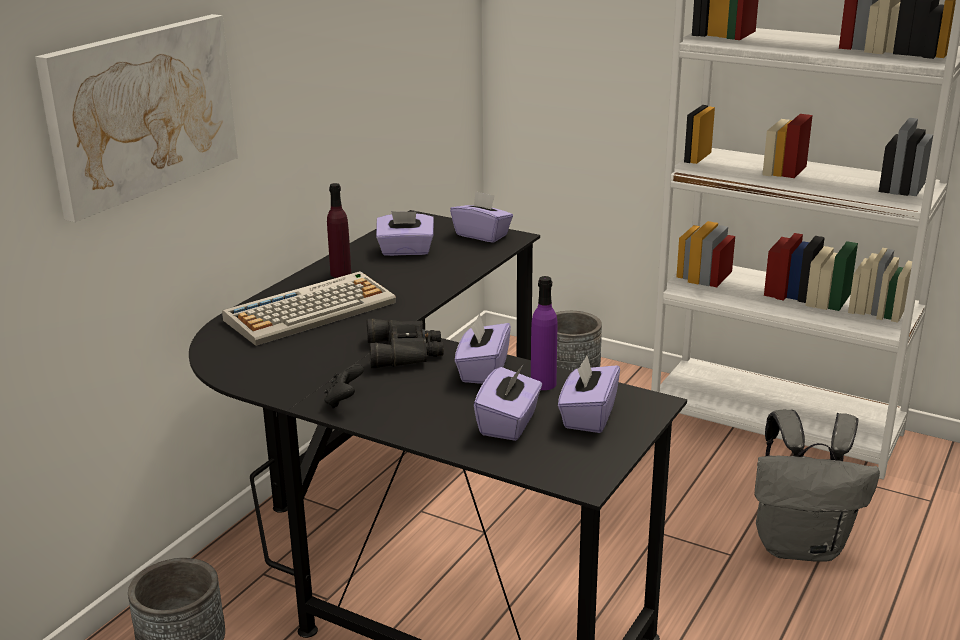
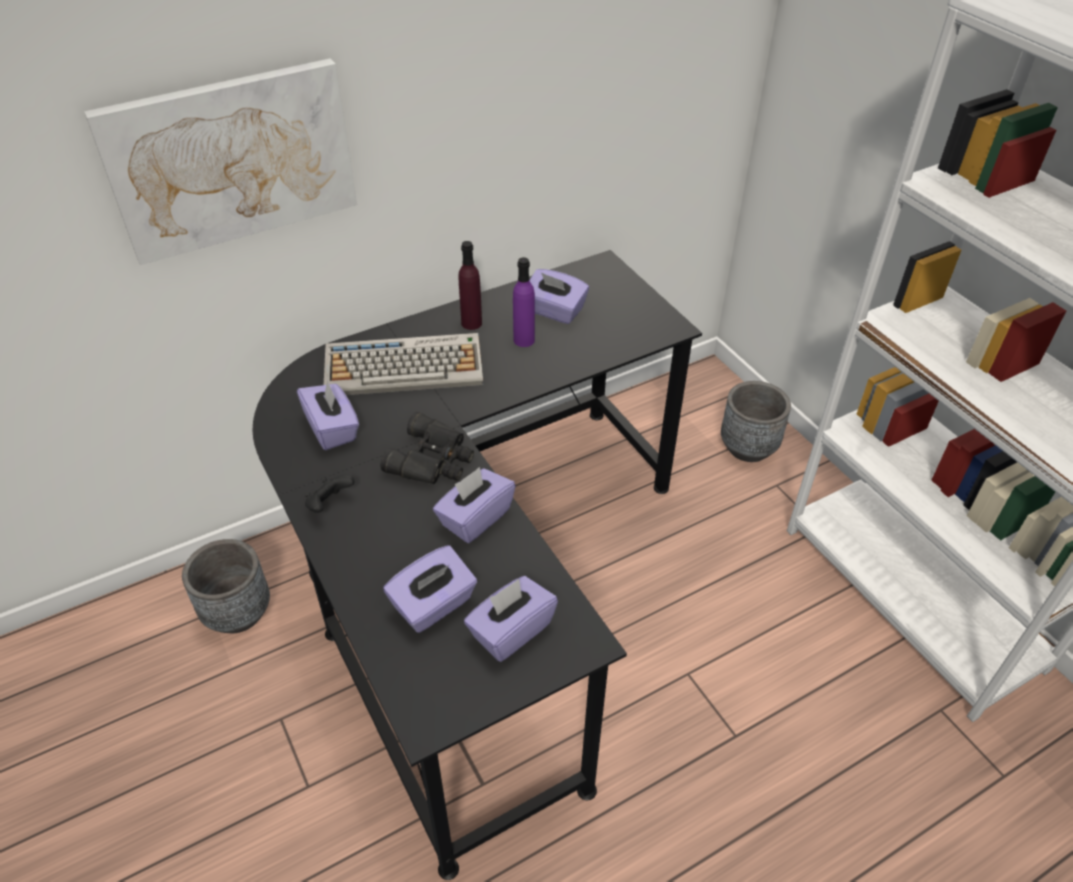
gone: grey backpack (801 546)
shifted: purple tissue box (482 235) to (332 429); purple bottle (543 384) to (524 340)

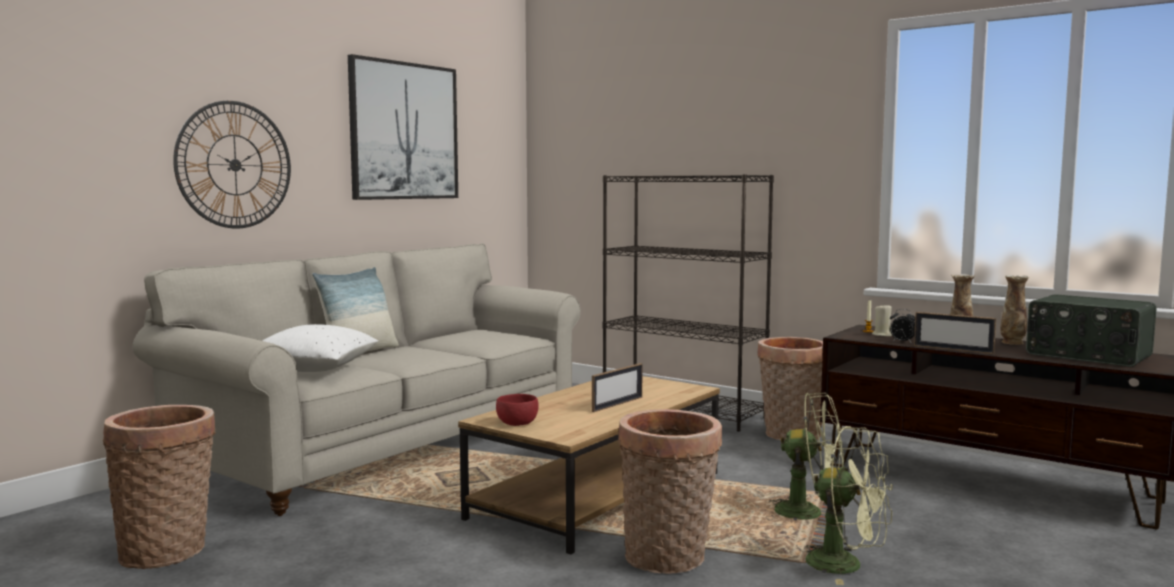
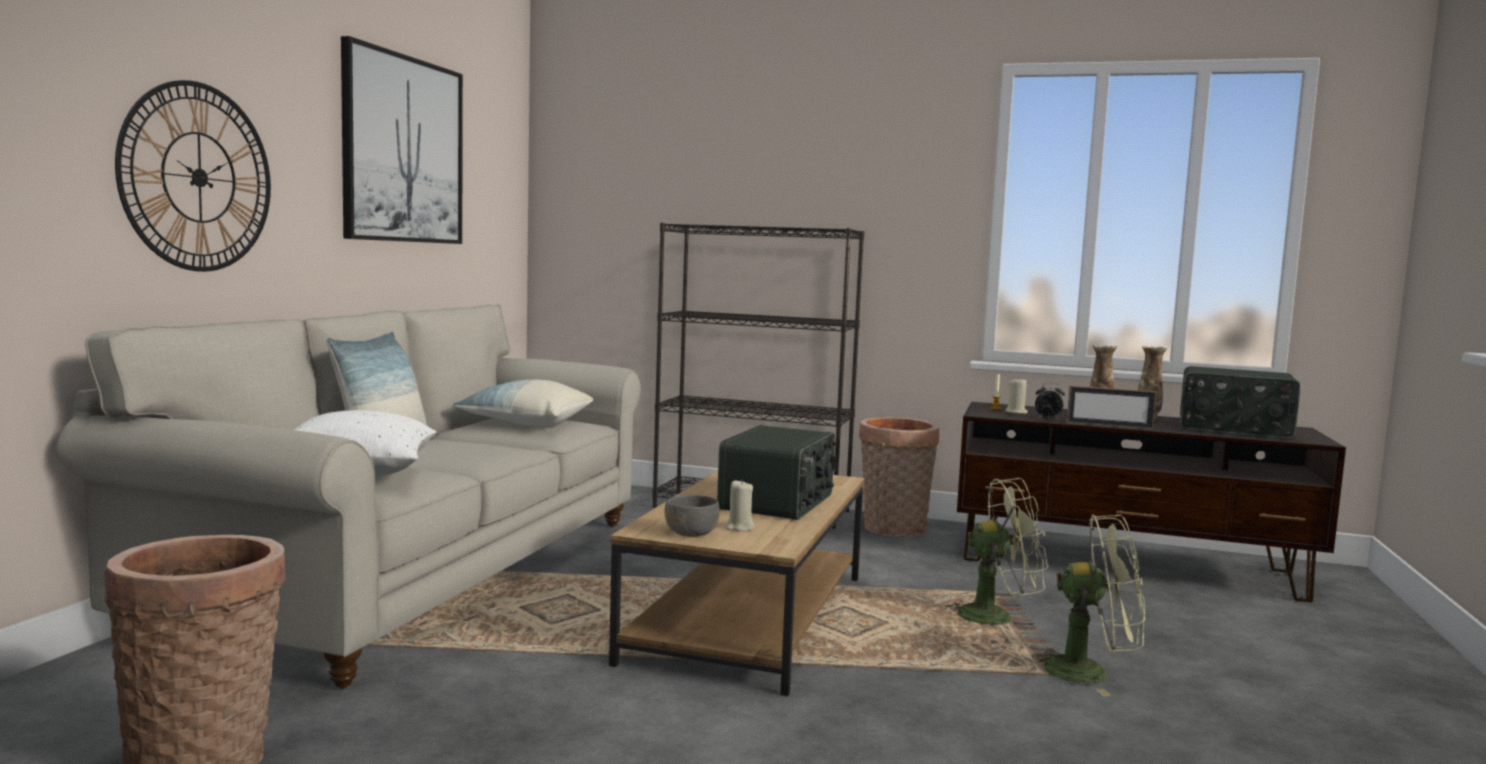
gone: basket (668 559)
new: pillow (525 423); beige candle (739 528)
swapped: picture frame (617 404) to radio (779 502)
repainted: red bowl (516 423) to grey bowl (690 533)

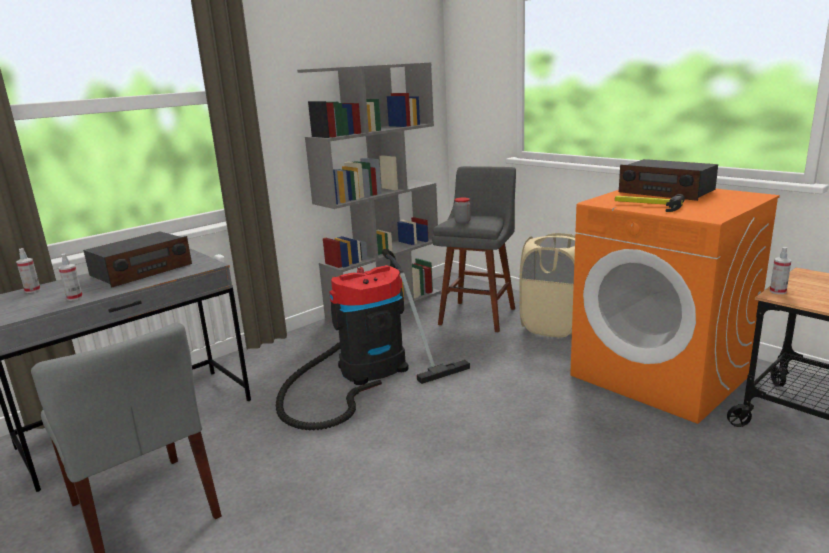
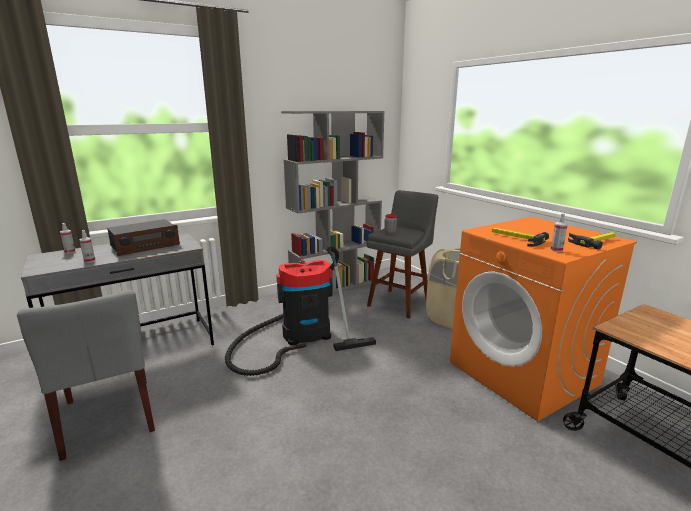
gone: radio (666 191)
new: hammer (594 241)
shifted: spray bottle (777 291) to (556 250)

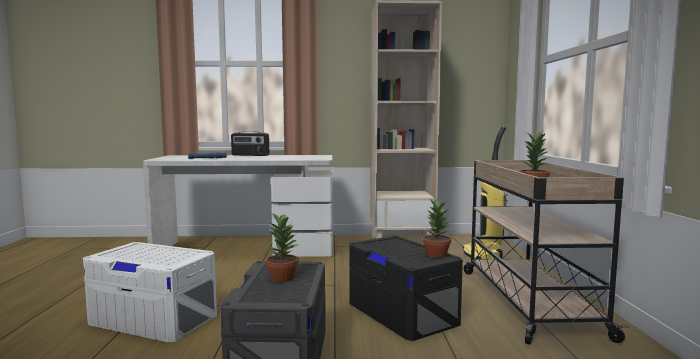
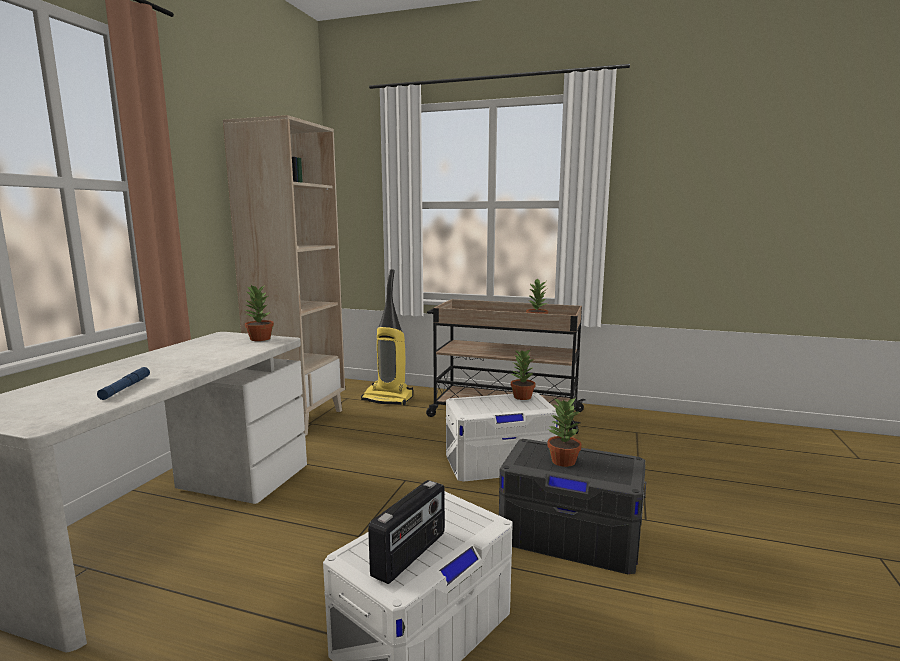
new: potted plant (259 339)
shifted: radio (250 155) to (410 555)
repainted: black storage box (401 312) to white storage box (499 462)

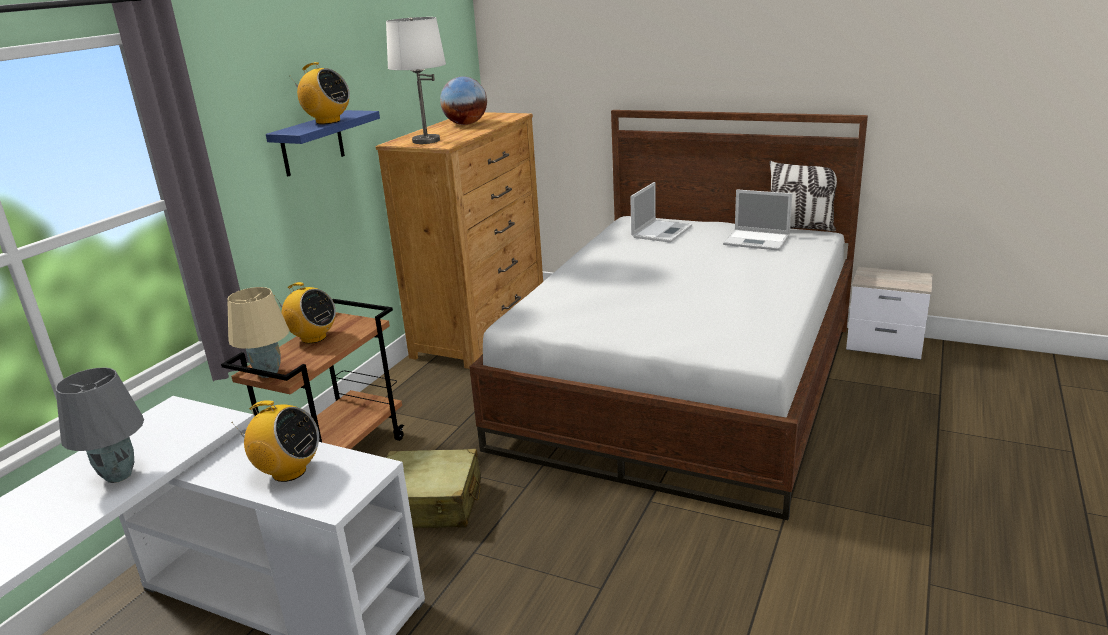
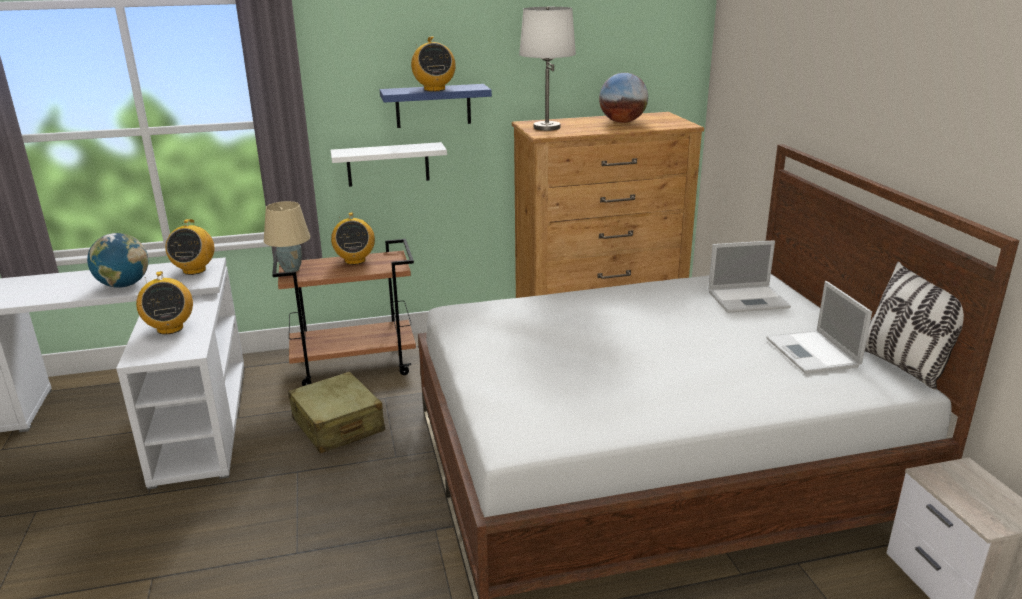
new: radio (194 270); white shelf (388 164)
swapped: grey table lamp (119 475) to globe (124 285)

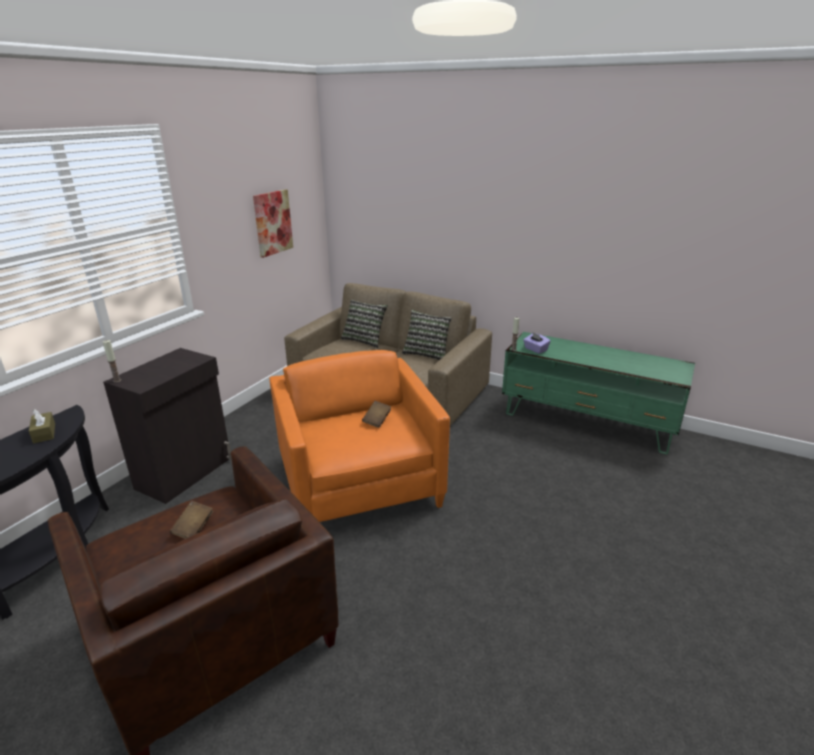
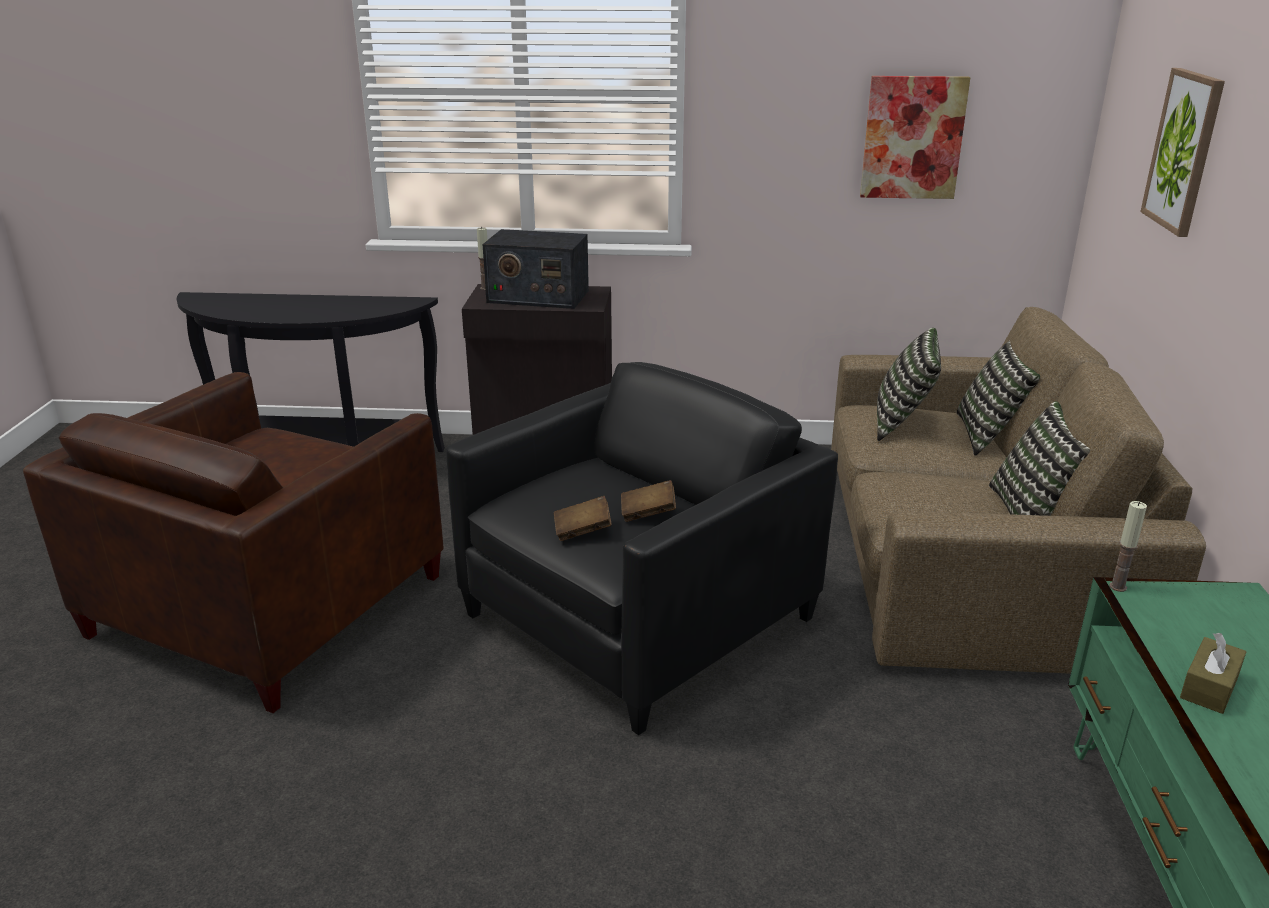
gone: purple tissue box (535 349)
new: radio (537 296); pillow (903 422); picture (1184 151)
shifted: brown tissue box (44 433) to (1209 687); brown book (194 528) to (582 531)
repainted: orange armchair (359 482) to black armchair (639 617)

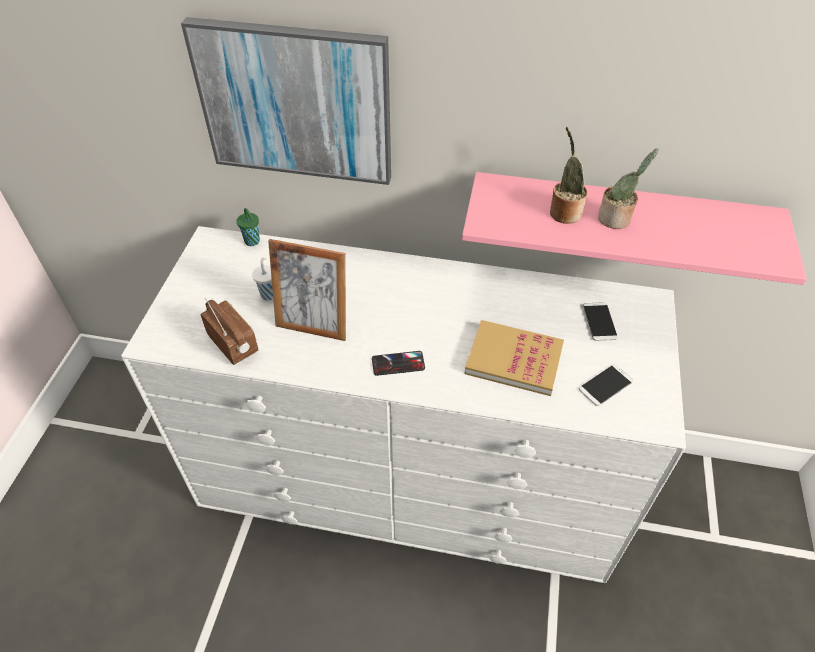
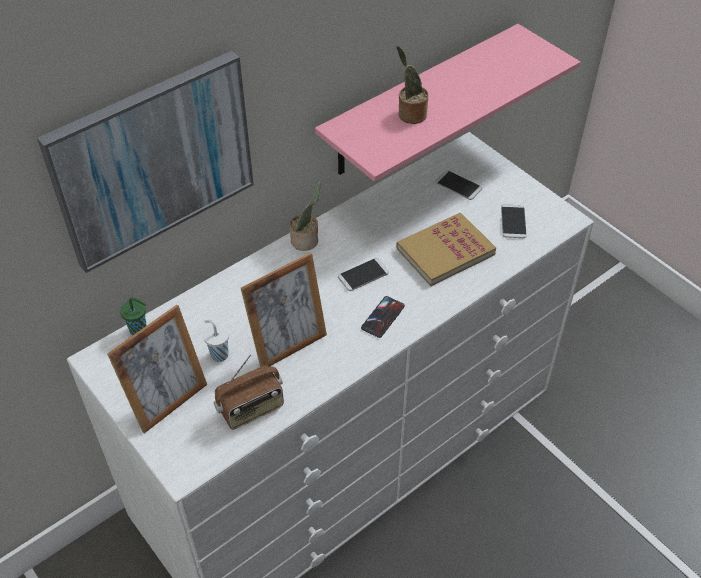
new: picture frame (168 401); phone (363 275)
shifted: potted plant (616 219) to (306 240)
rotated: radio (234 344) = (251 409) 150 degrees clockwise

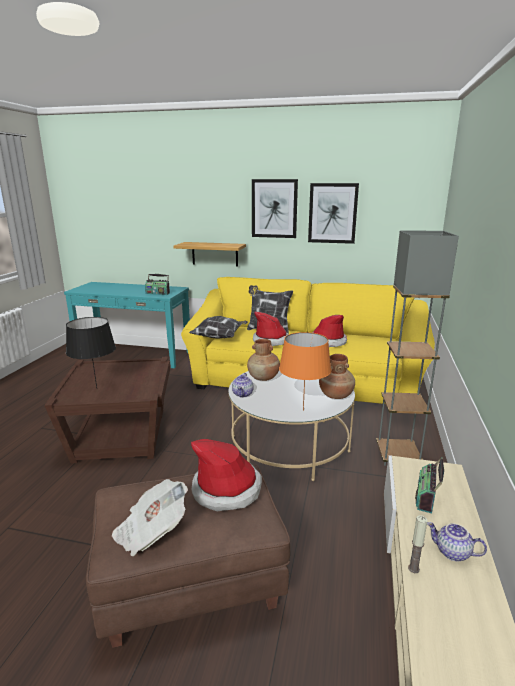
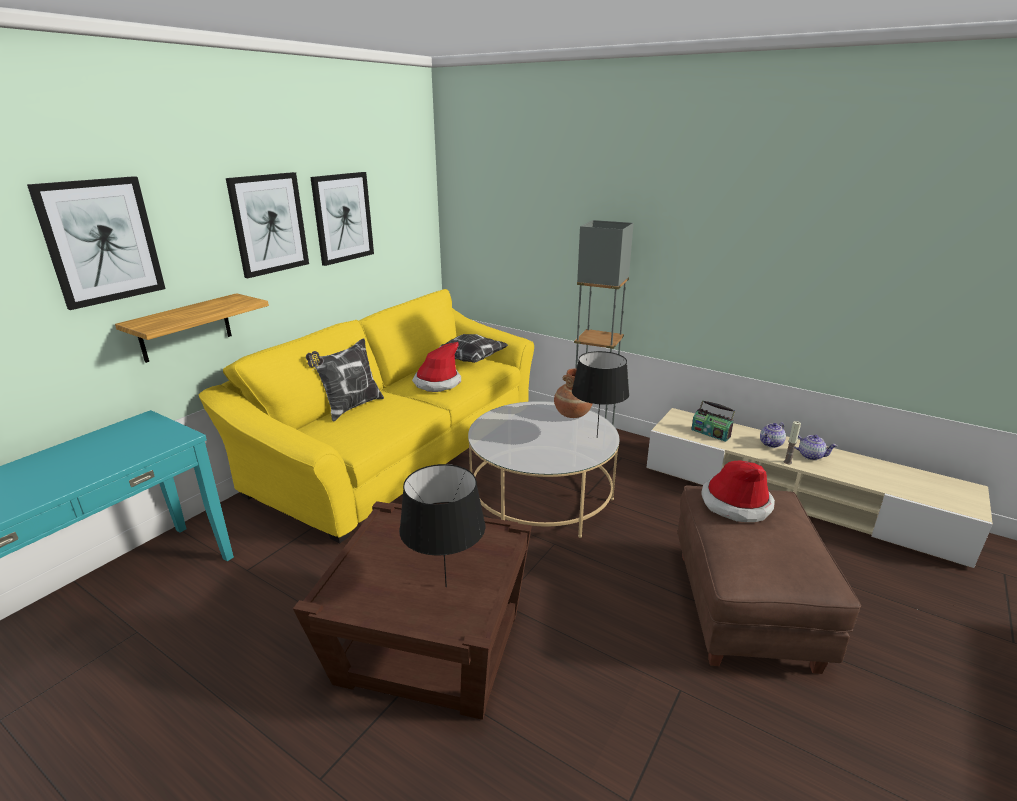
gone: newspaper (151 531); radio (158 293); brown vase (263 378); hat (271 341)
new: picture (101 241)
shifted: pillow (219 337) to (470 359); teapot (243 394) to (810 456)
repainted: orange table lamp (303 410) to black table lamp (597 437)

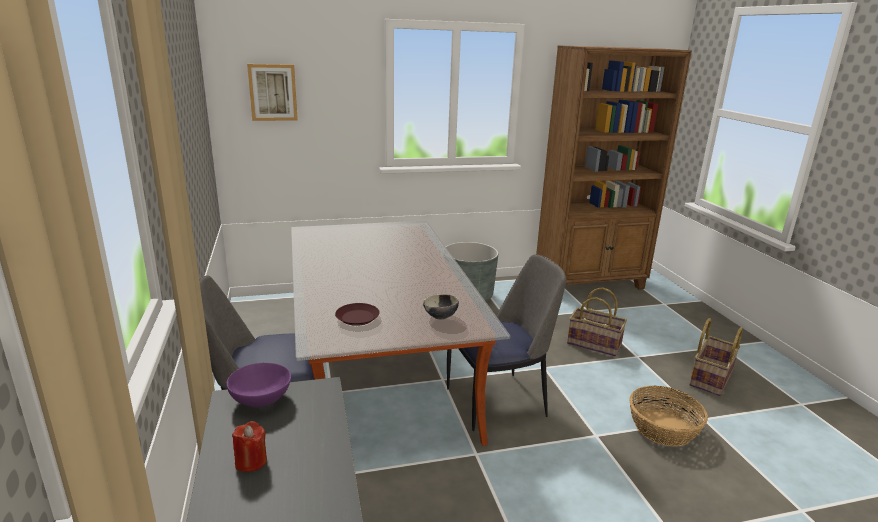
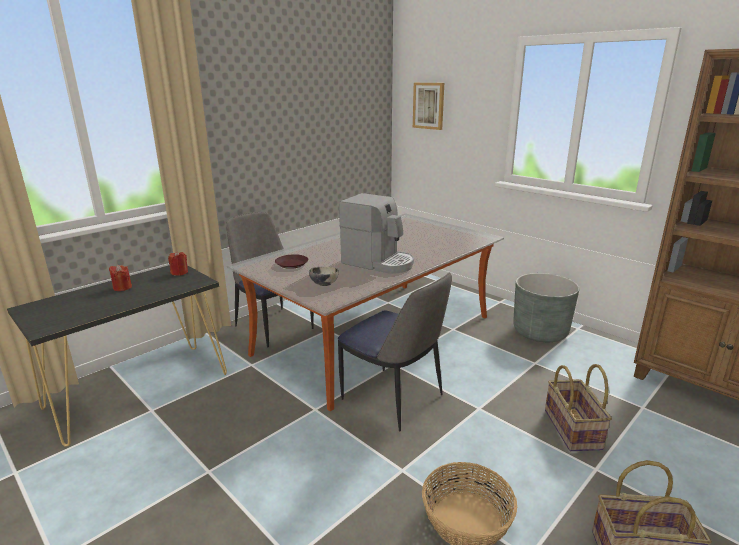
new: coffee machine (378 262)
swapped: purple bowl (261 399) to red candle (179 273)

